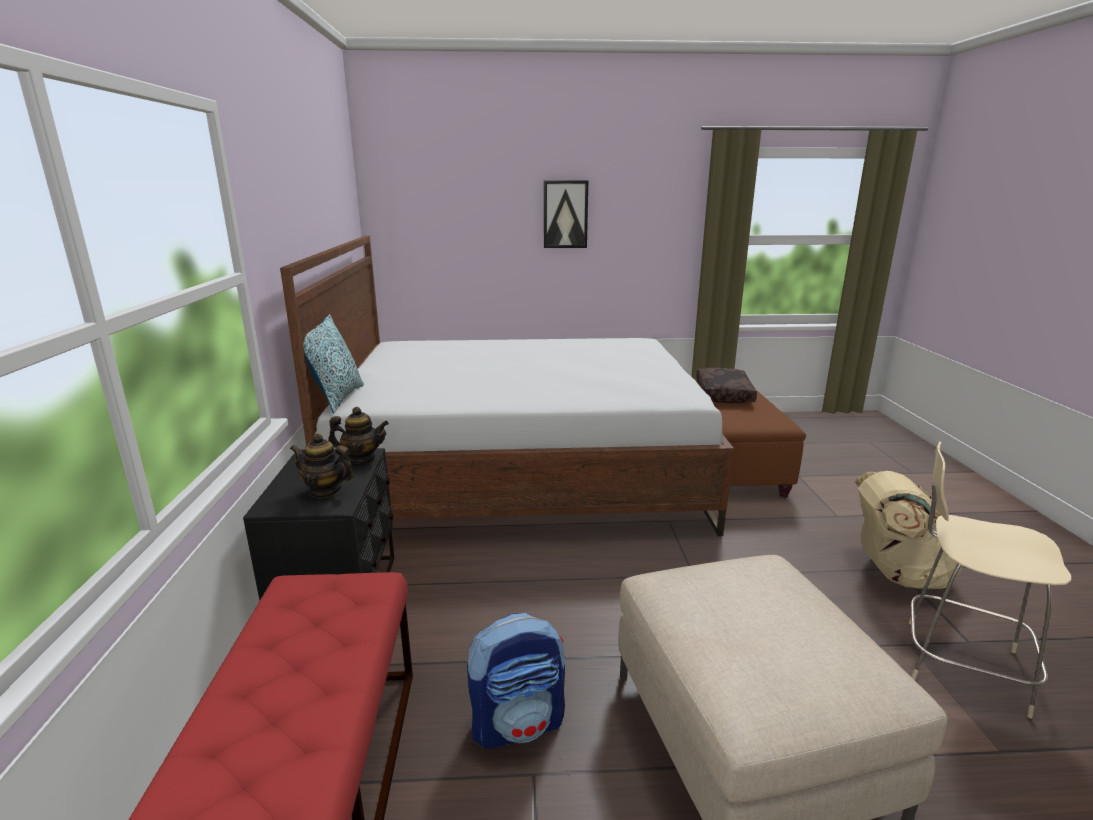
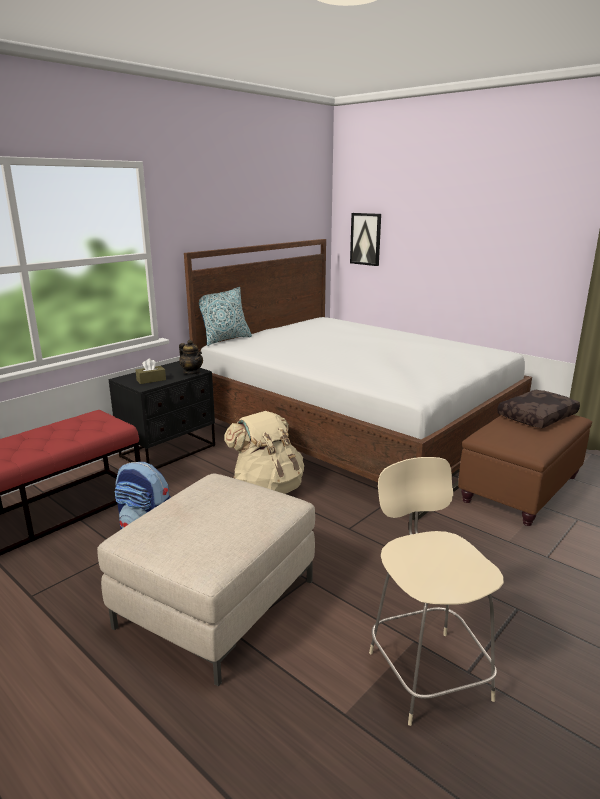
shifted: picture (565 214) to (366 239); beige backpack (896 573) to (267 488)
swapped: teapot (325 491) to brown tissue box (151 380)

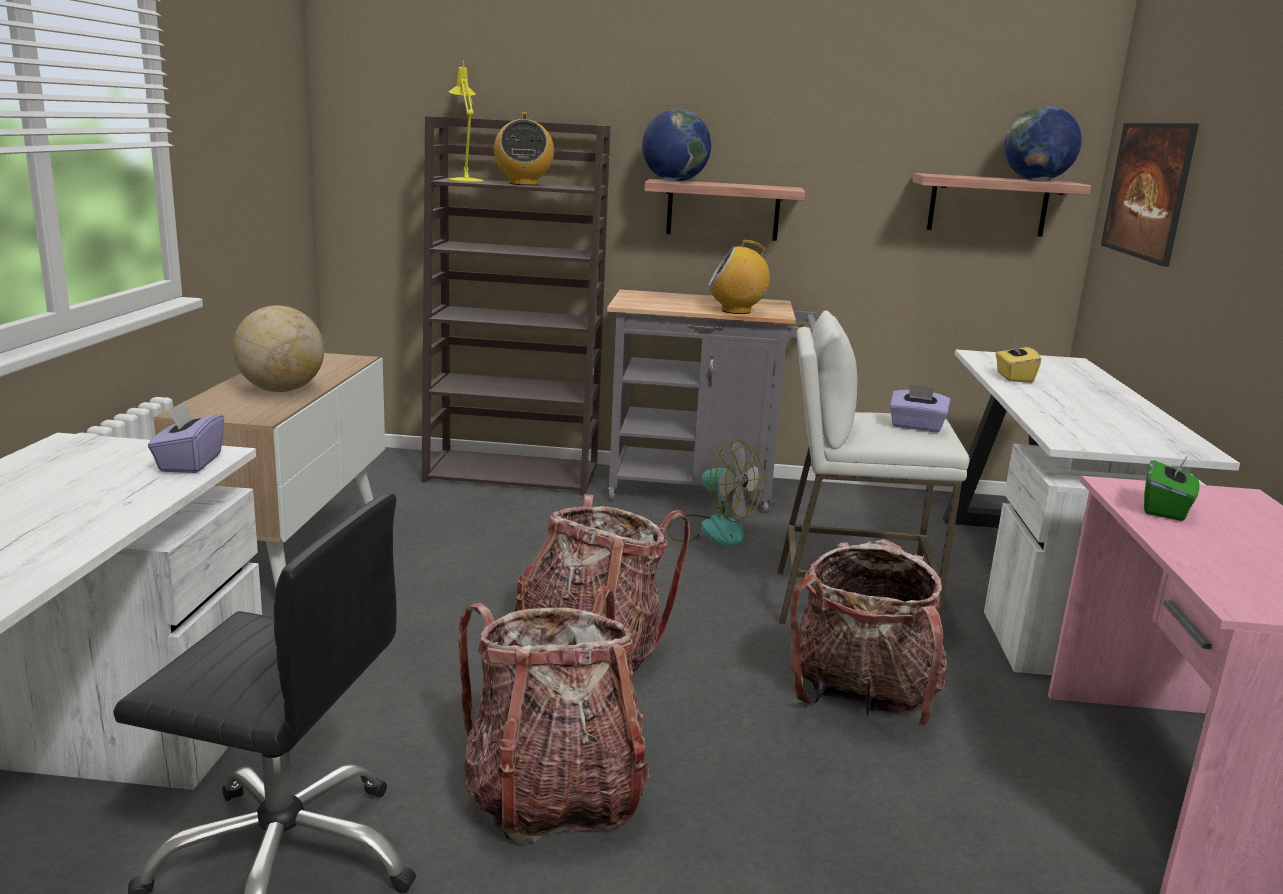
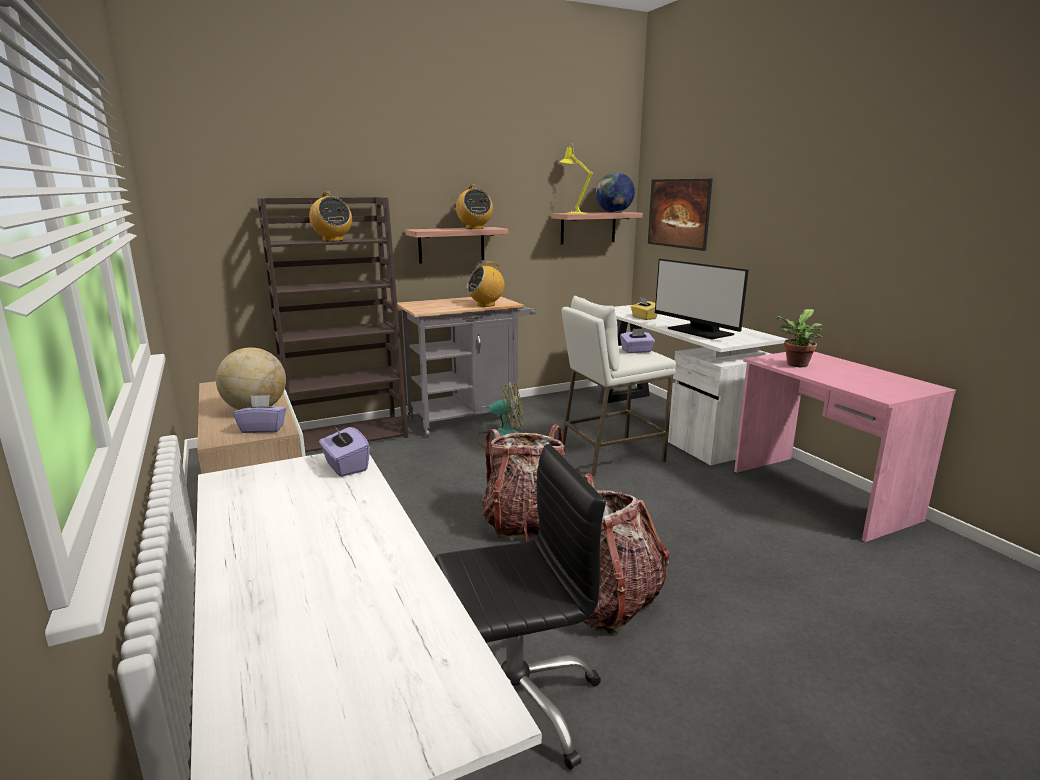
gone: globe (674 181); backpack (862 700)
new: purple tissue box (263 429); radio (474 228); monitor (699 332)
shifted: yellow table lamp (465 180) to (573 213)
swapped: green tissue box (1166 509) to potted plant (795 365)

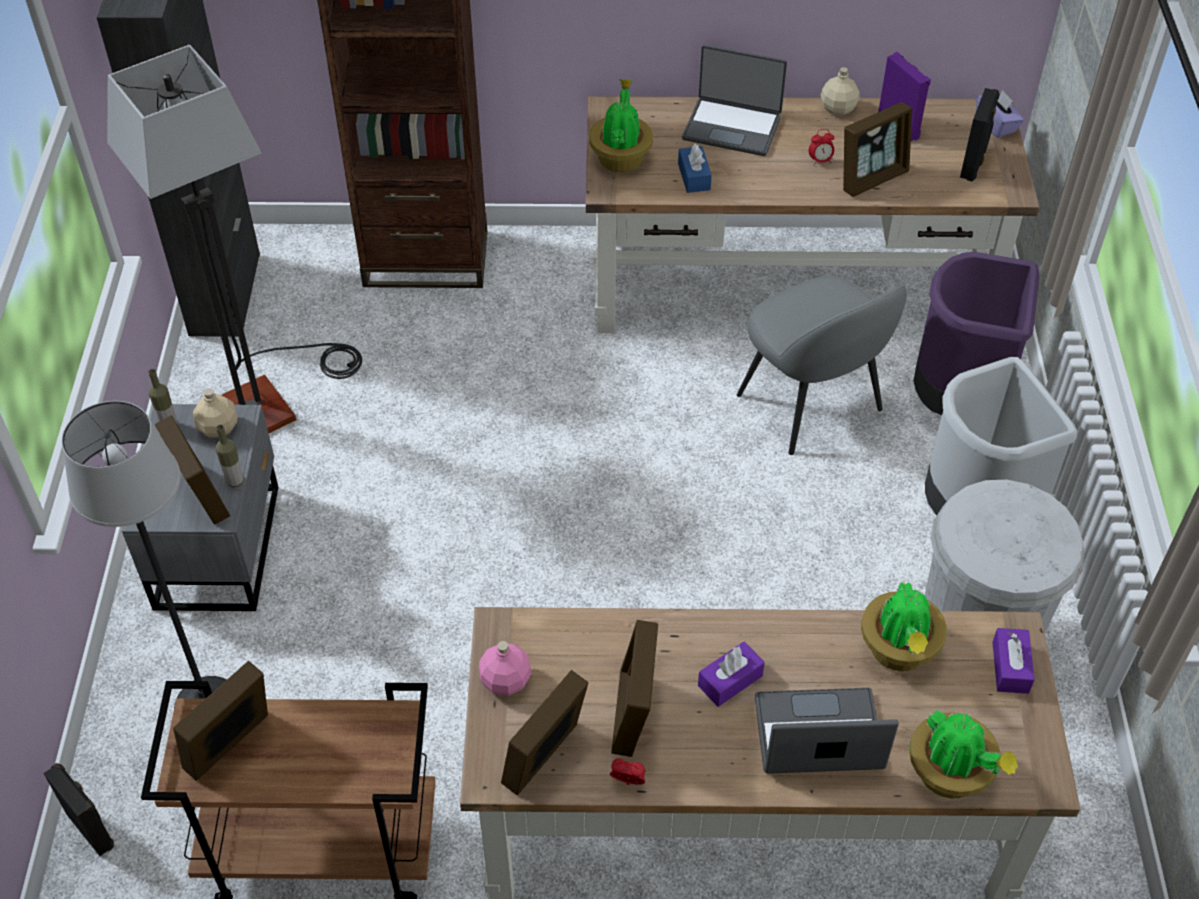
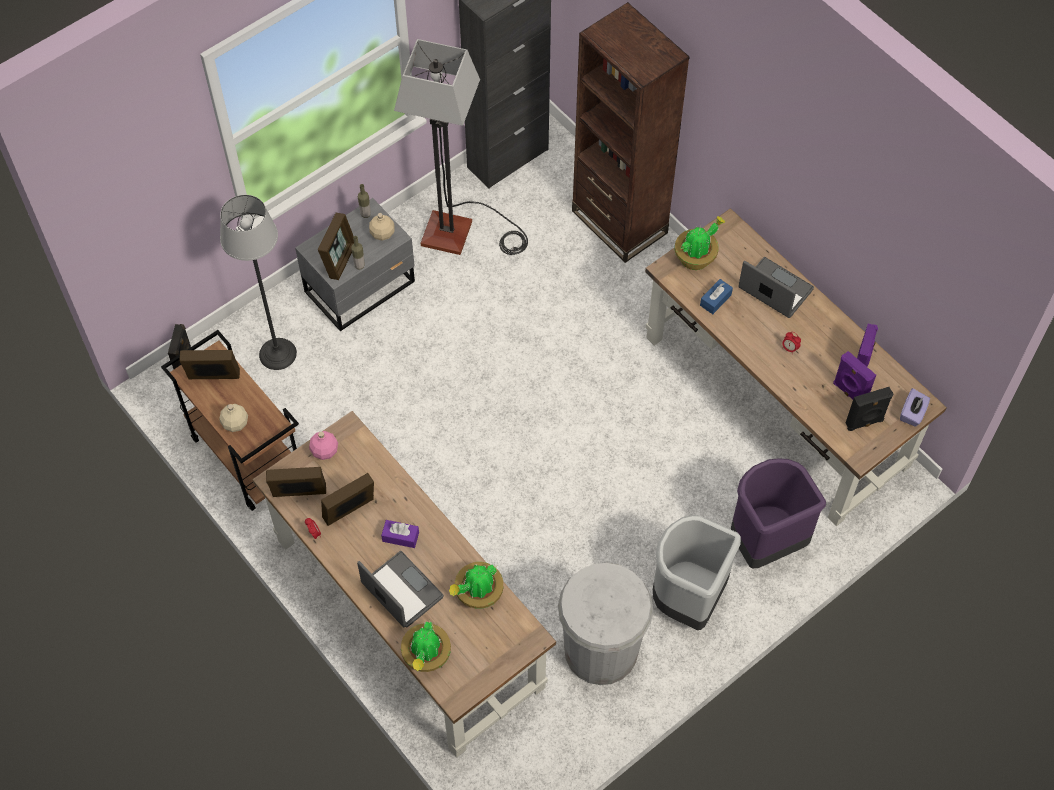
gone: grey chair (812 405); picture frame (872 178); purple tissue box (1010 667)
new: purple speaker (849 393)
shifted: beige bottle (838 108) to (235 424)
rotated: laptop (732 127) = (774 290) 150 degrees clockwise

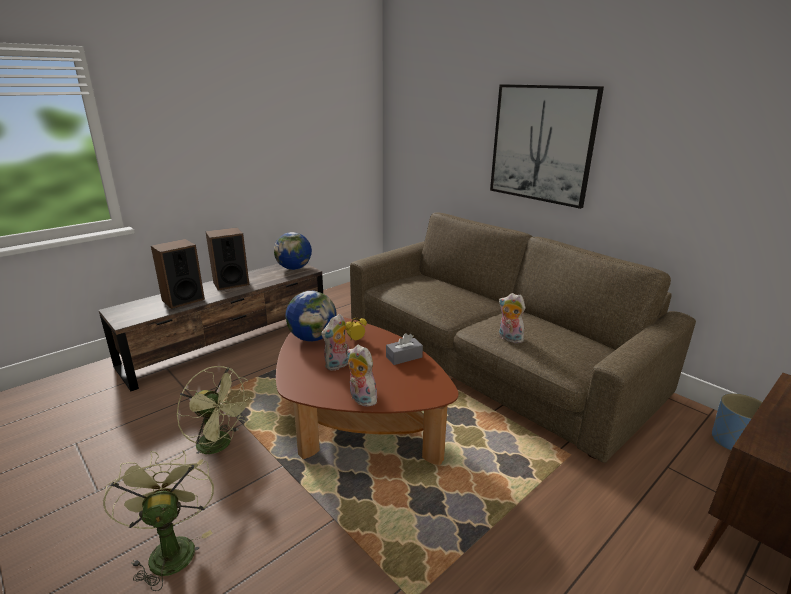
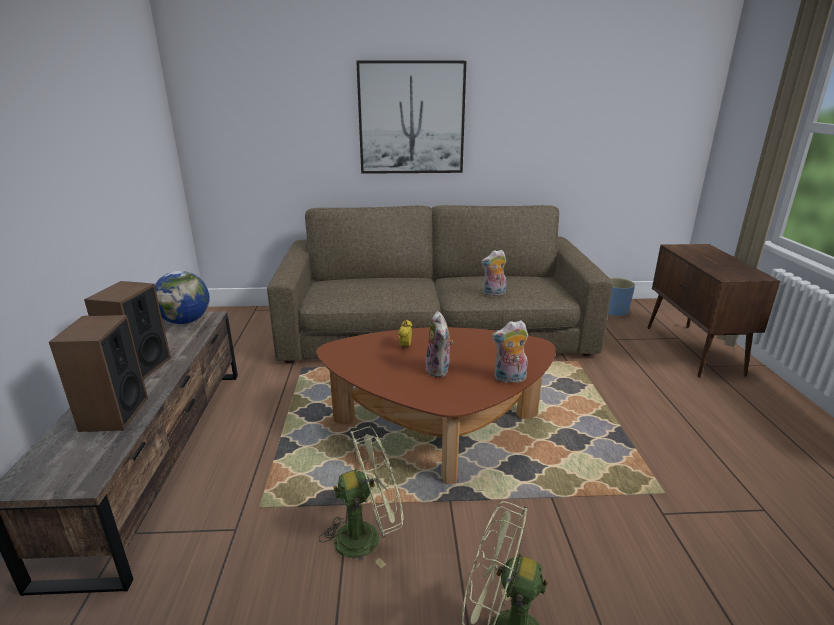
gone: globe (312 338); grey tissue box (404 357)

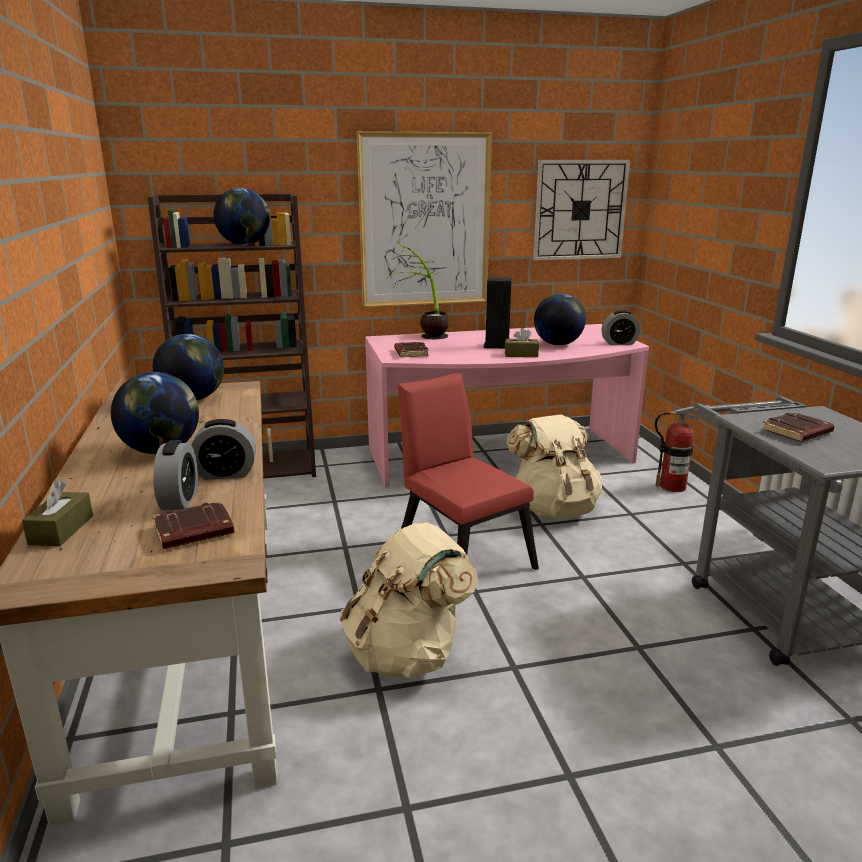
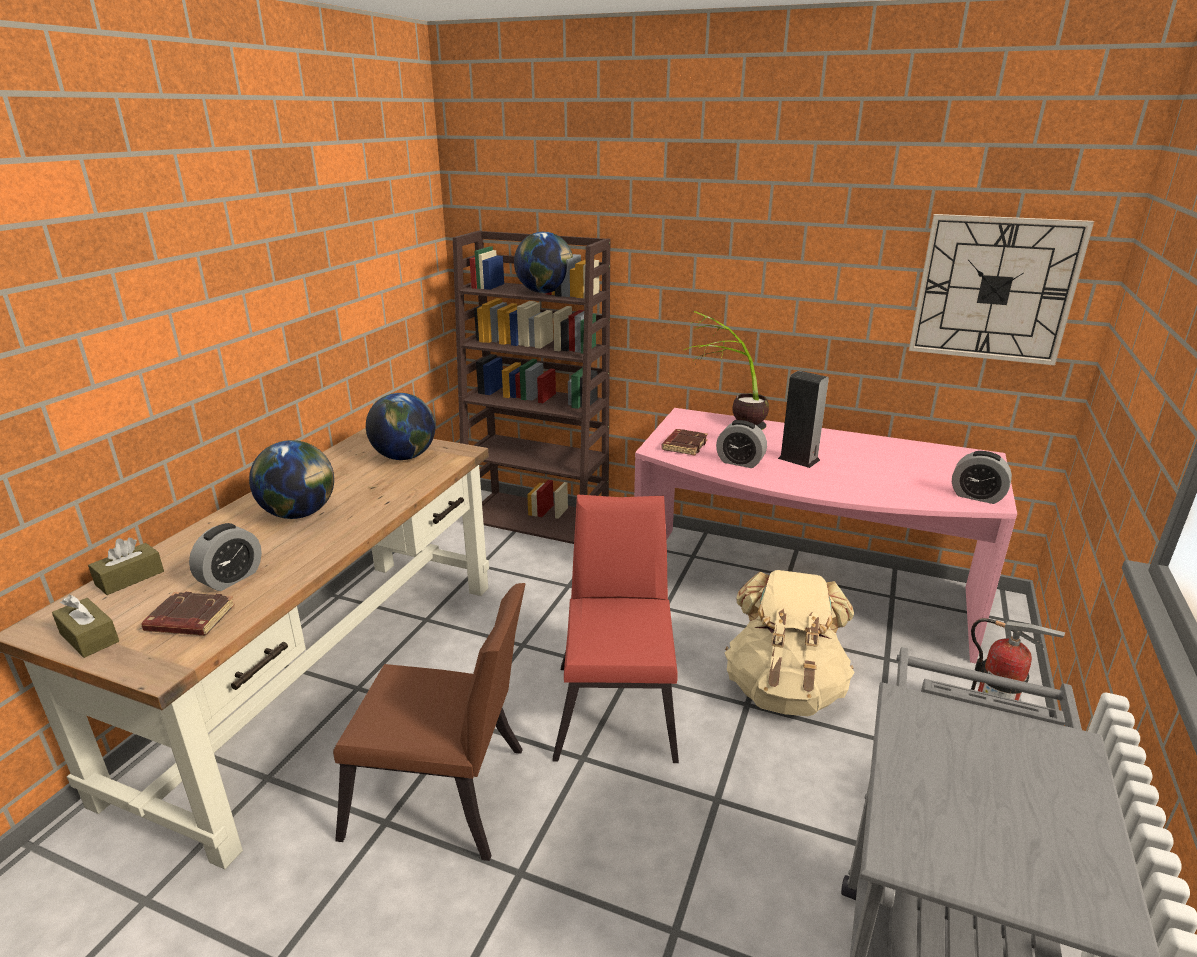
gone: picture (425 221); globe (557 344); brown book (797 432)
shifted: alarm clock (225 474) to (740 462); brown tissue box (521 354) to (89 637)
swapped: beige backpack (407 654) to brown chair (446 797)

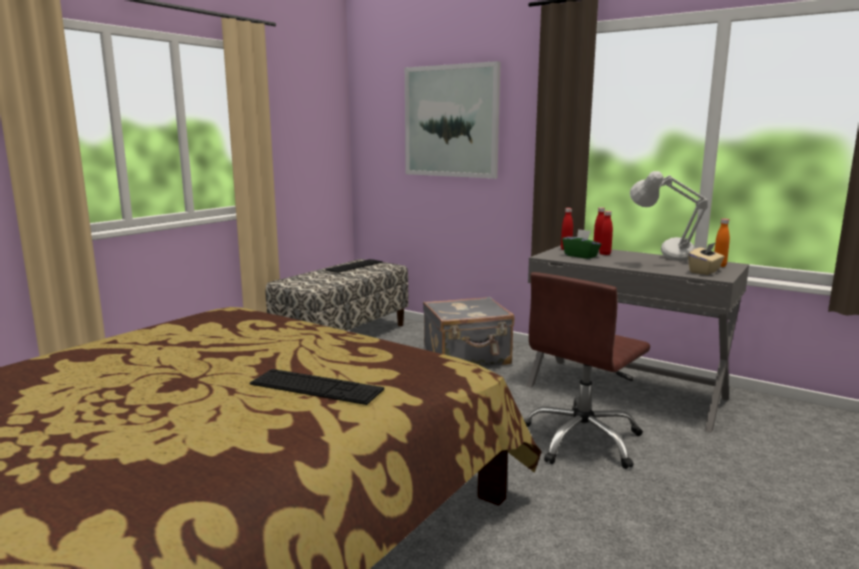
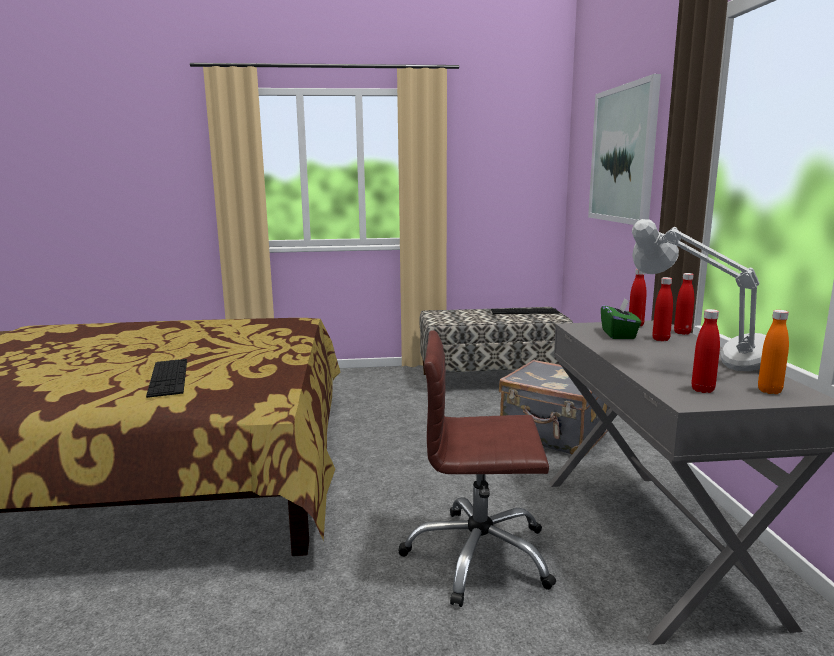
swapped: beige tissue box (705 271) to red bottle (702 390)

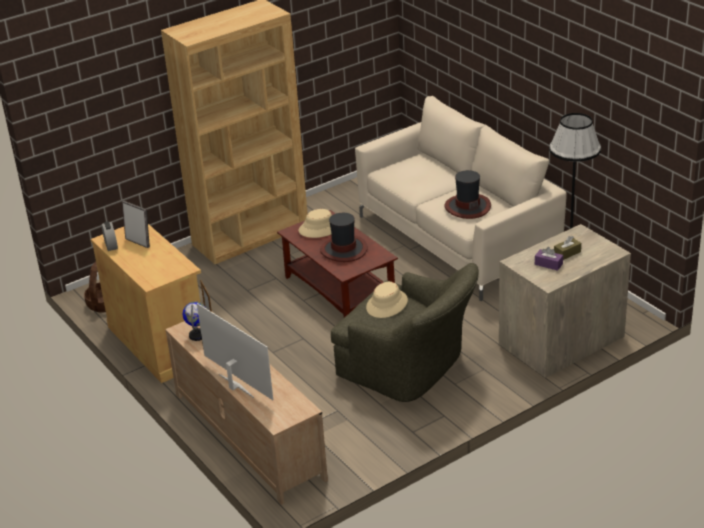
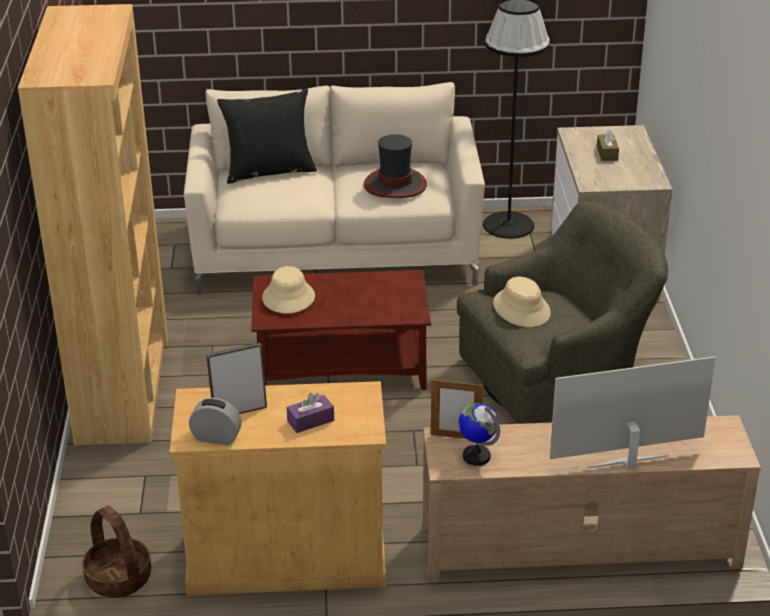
gone: hat (344 249)
new: black pillow (269 171)
shifted: purple tissue box (548 264) to (310 421)

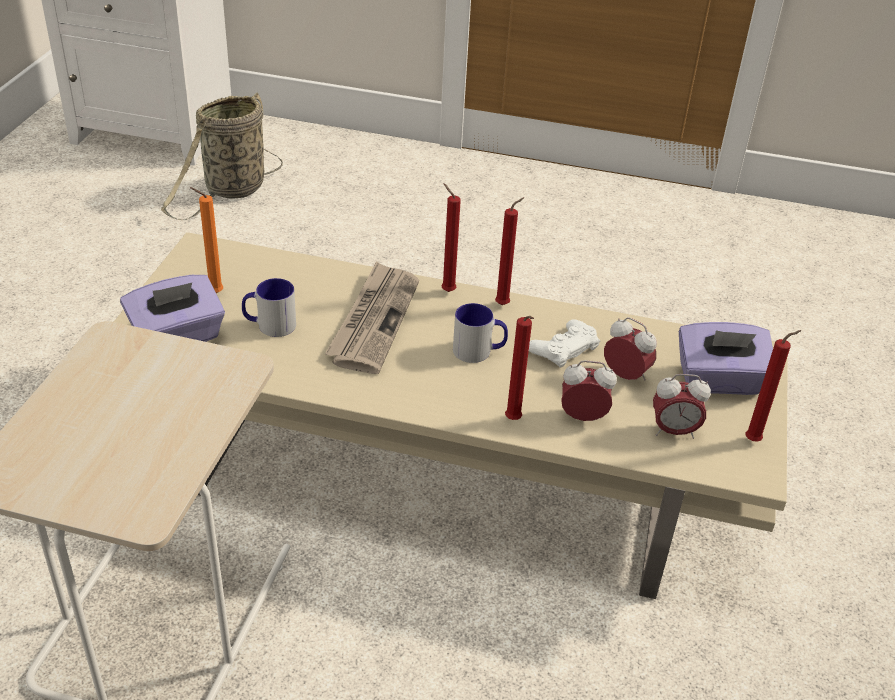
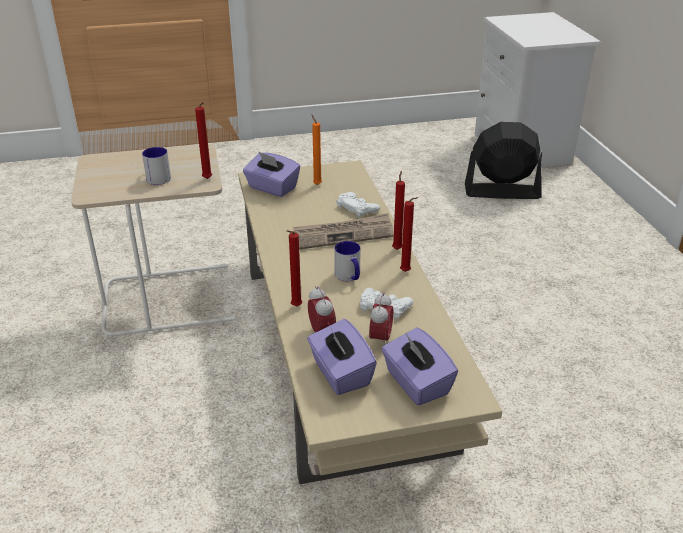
new: white game controller (357 208)
shifted: mug (269 325) to (157 177); red candle (755 440) to (208 179)
swapped: basket (232 191) to black fan (501 191); alarm clock (673 431) to purple tissue box (340 373)

